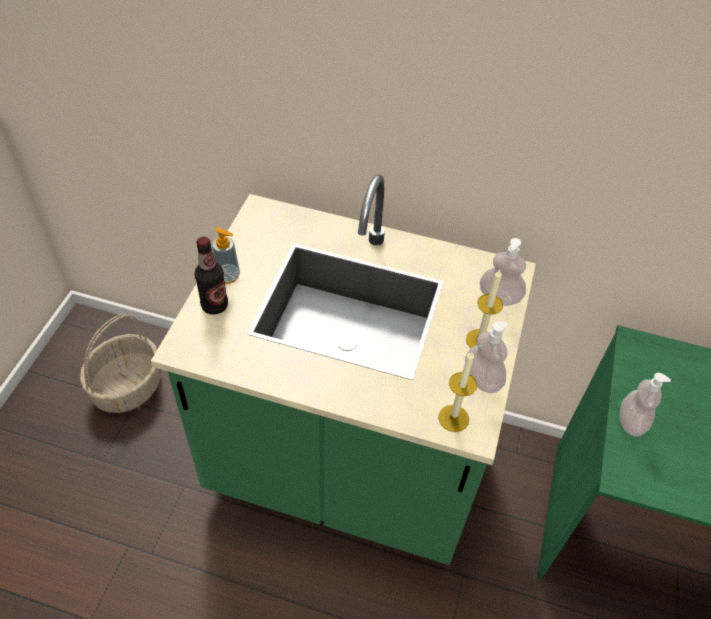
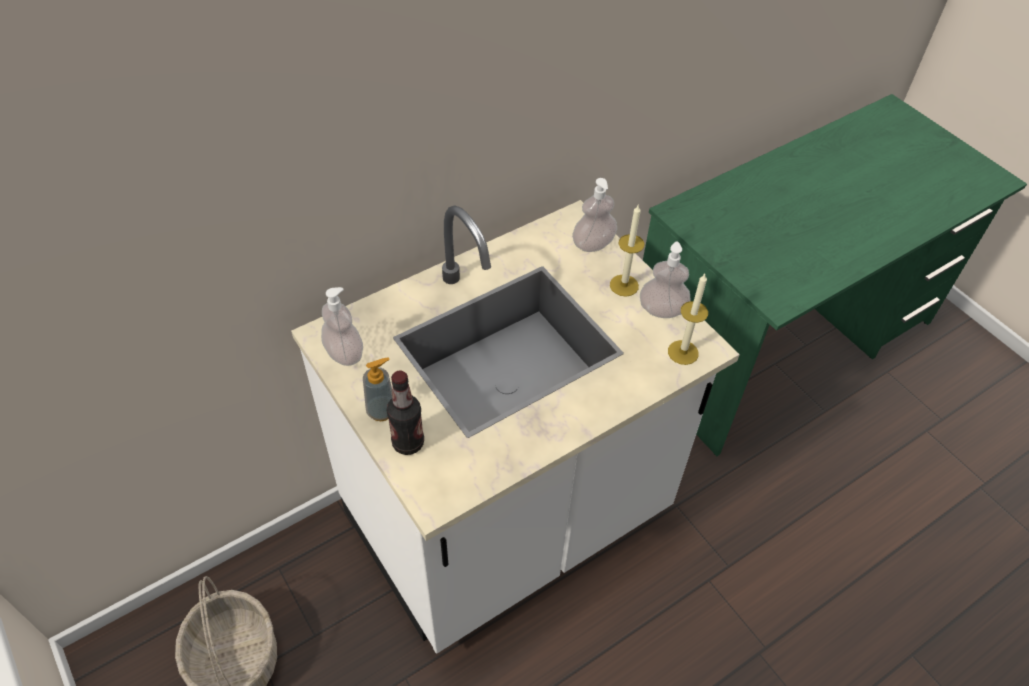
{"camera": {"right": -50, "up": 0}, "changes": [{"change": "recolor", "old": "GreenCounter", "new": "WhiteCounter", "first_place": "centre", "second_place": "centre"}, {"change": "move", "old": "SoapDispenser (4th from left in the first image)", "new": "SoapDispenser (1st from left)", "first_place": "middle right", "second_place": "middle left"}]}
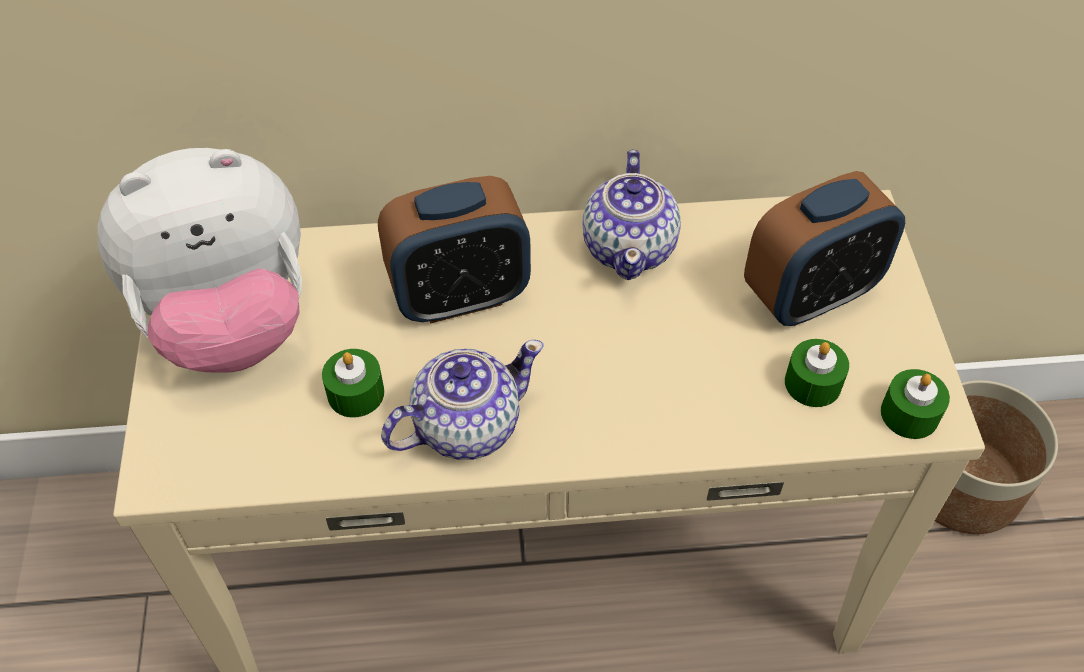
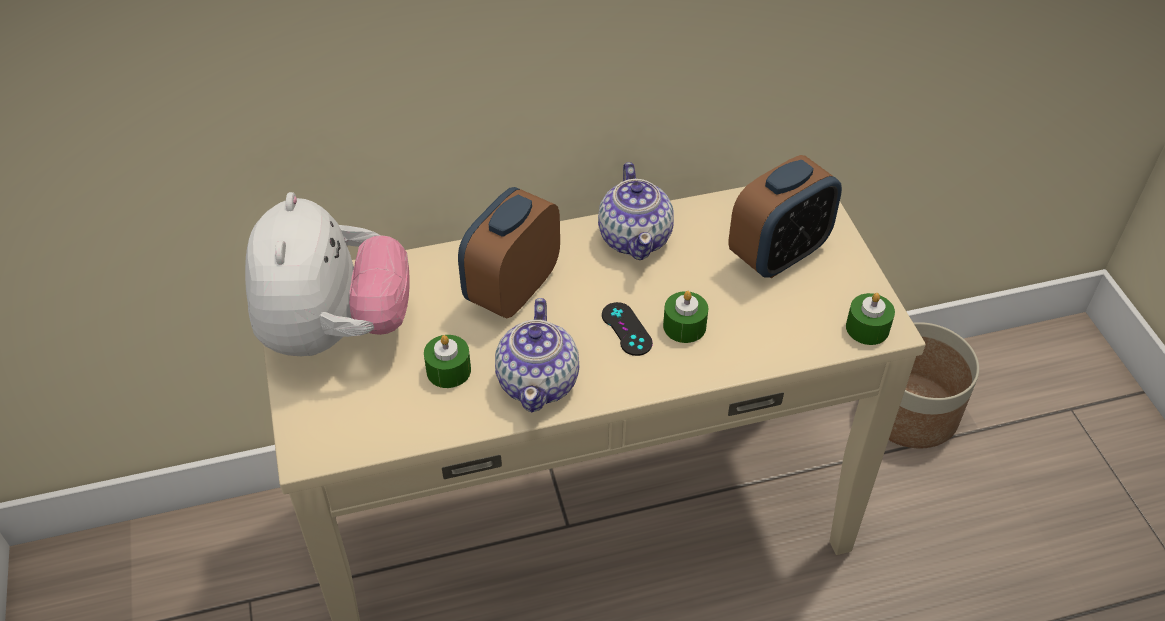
{"camera": {"right": -10, "up": -5}, "changes": [{"change": "rotate", "old": "PlushToy", "first_place": "middle left", "second_place": "middle left", "degrees": -60}, {"change": "rotate", "old": "AlarmClock (1st from left)", "first_place": "centre", "second_place": "centre", "degrees": 150}, {"change": "move", "old": "GreenCandle (2nd from left)", "first_place": "middle right", "second_place": "centre"}, {"change": "rotate", "old": "Teapot (1st from left)", "first_place": "centre", "second_place": "centre", "degrees": 135}, {"change": "insert", "new": "BlackGameController", "second_place": "centre"}]}
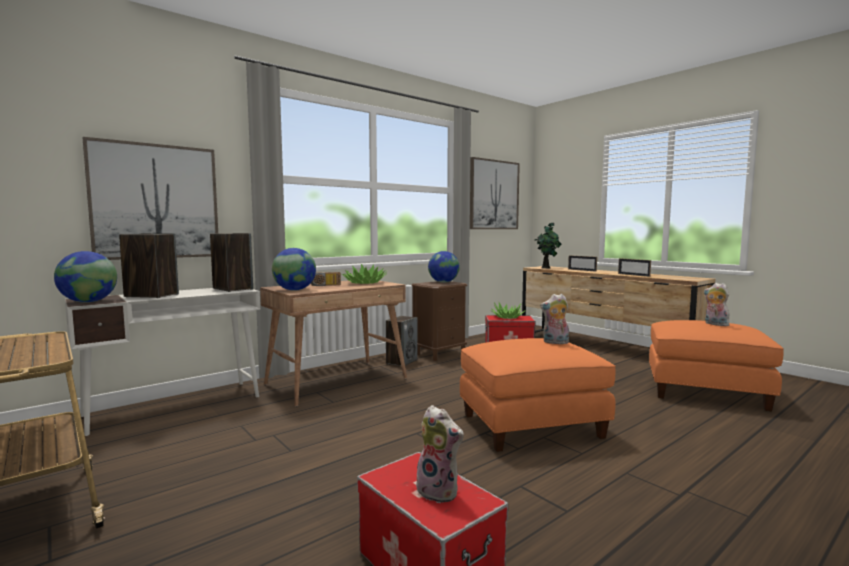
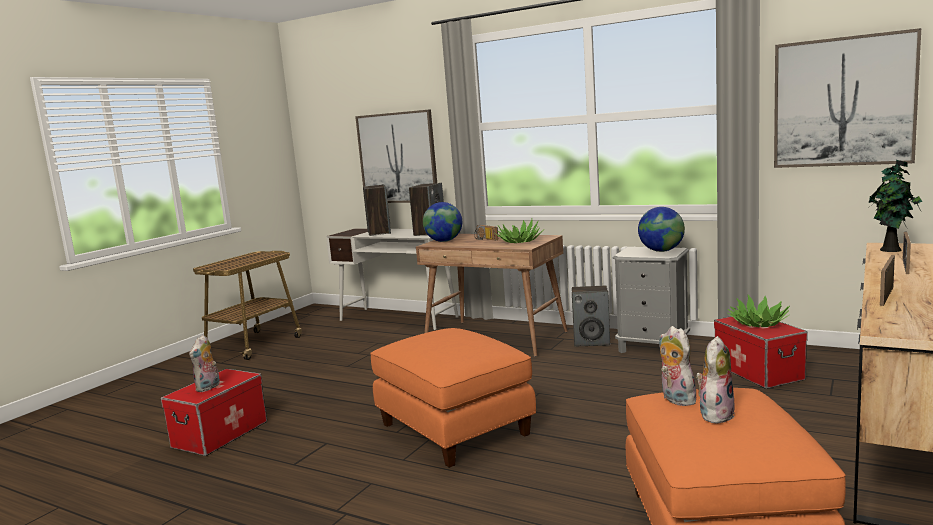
{"camera": {"right": 70, "up": 5}, "changes": [{"change": "delete", "old": "Globe (1st from left)", "first_place": "middle left"}, {"change": "recolor", "old": "BrownNightstand", "new": "GreyNightstand", "first_place": "centre", "second_place": "middle right"}, {"change": "move", "old": "PlushToy (2nd from left)", "first_place": "centre", "second_place": "bottom right"}]}
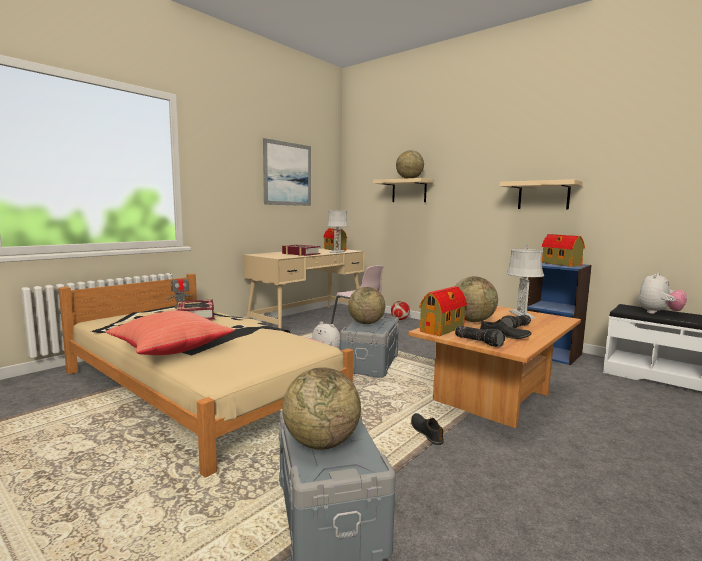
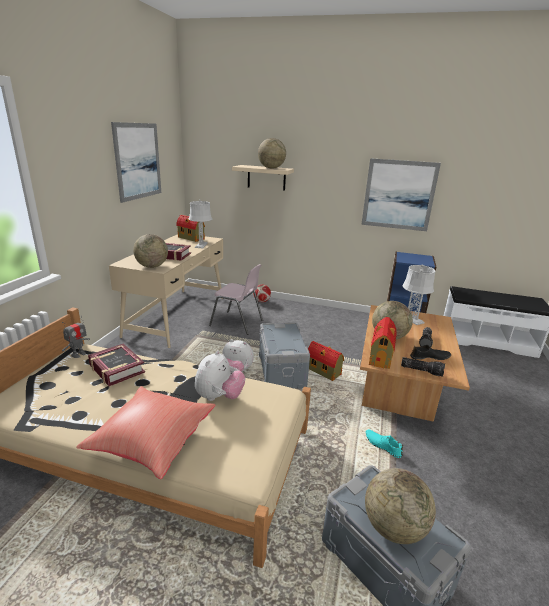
{"camera": {"right": -25, "up": 15}, "changes": [{"change": "replace", "old": "BeigeShelf (2nd from left)", "new": "Picture (2nd from left)", "first_place": "middle right", "second_place": "top right"}, {"change": "move", "old": "ToyHouse (3rd from left in the first image)", "new": "ToyHouse (2nd from left)", "first_place": "middle right", "second_place": "centre"}, {"change": "move", "old": "PlushToy (2nd from left in the first image)", "new": "PlushToy (1st from left)", "first_place": "middle right", "second_place": "centre"}, {"change": "move", "old": "Globe (2nd from left in the first image)", "new": "Globe (1st from left)", "first_place": "centre", "second_place": "middle left"}, {"change": "recolor", "old": "BlackShoe (1st from left)", "new": "TurquoiseShoe", "first_place": "bottom centre", "second_place": "bottom right"}]}
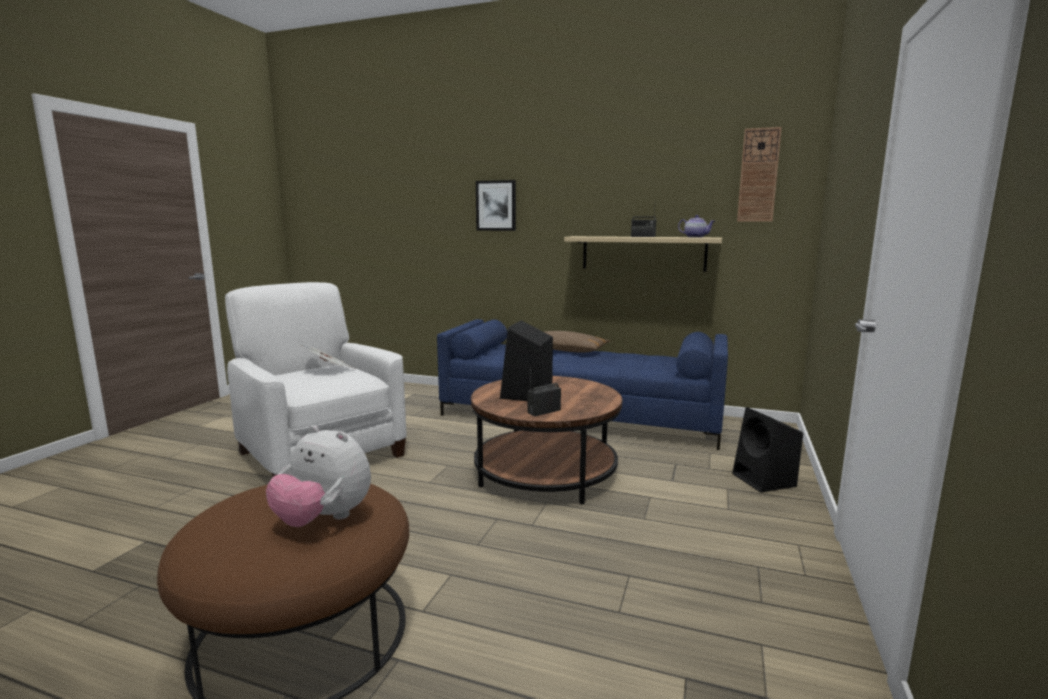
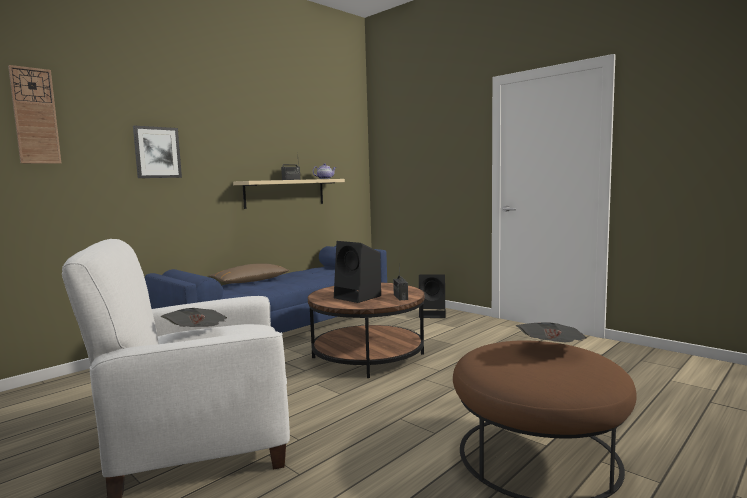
{"camera": {"right": -65, "up": -5}, "changes": [{"change": "move", "old": "WallClock", "first_place": "top right", "second_place": "top left"}, {"change": "replace", "old": "PlushToy", "new": "Newspaper (2nd from left)", "first_place": "bottom left", "second_place": "bottom right"}]}
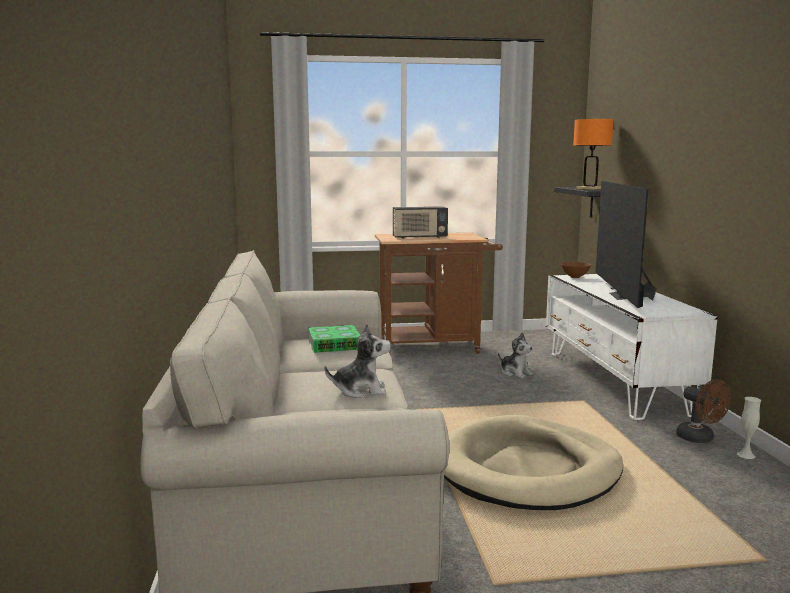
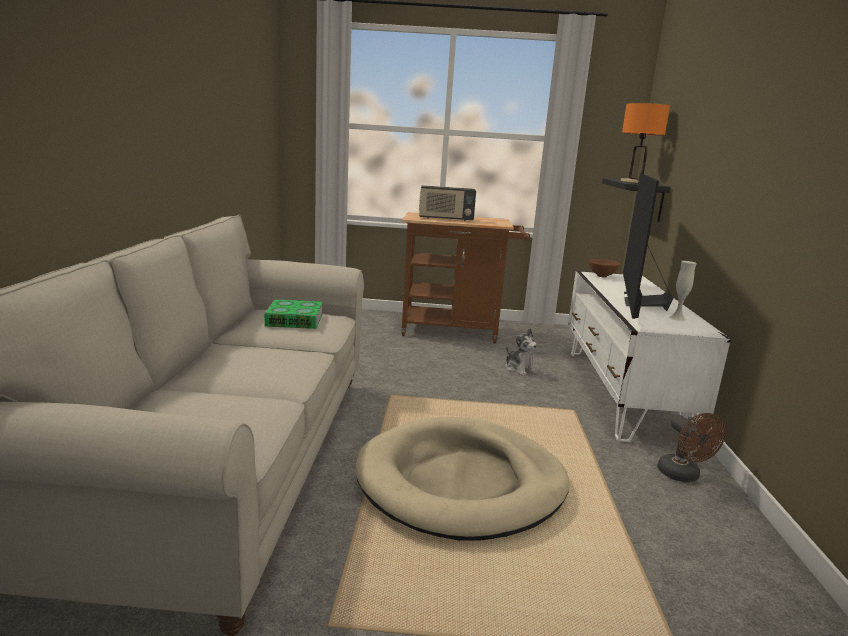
{"camera": {"right": 10, "up": 5}, "changes": [{"change": "delete", "old": "PlushToy (1st from left)", "first_place": "centre"}, {"change": "move", "old": "WhiteVase", "first_place": "bottom right", "second_place": "middle right"}]}
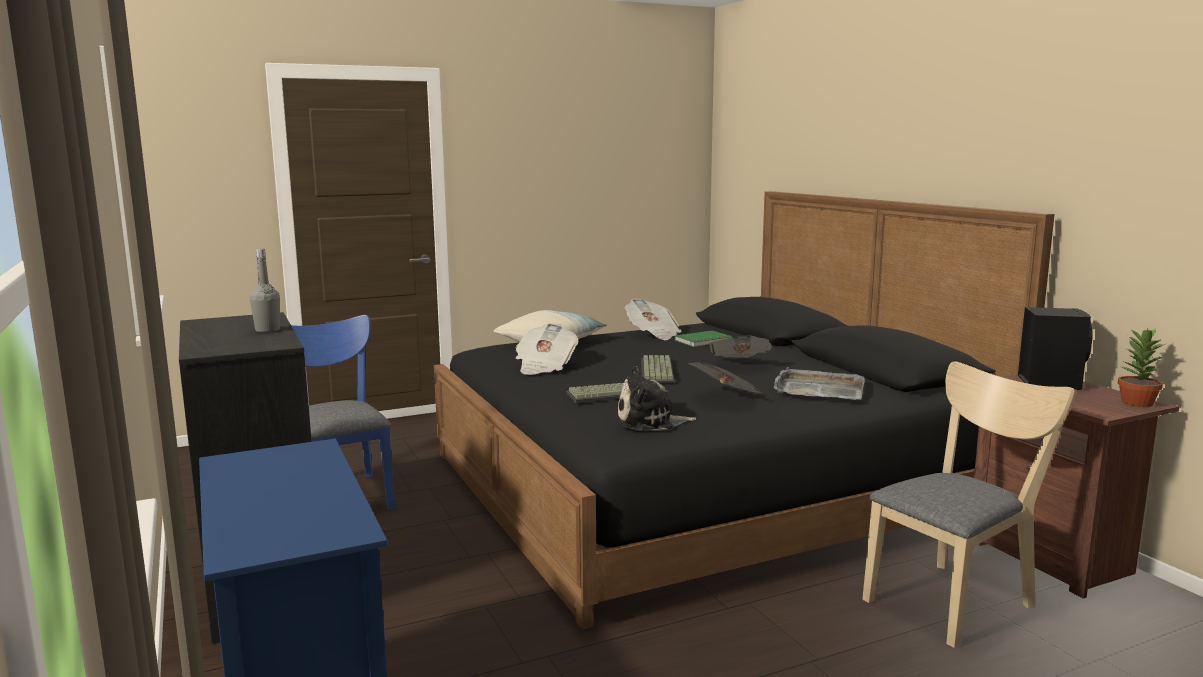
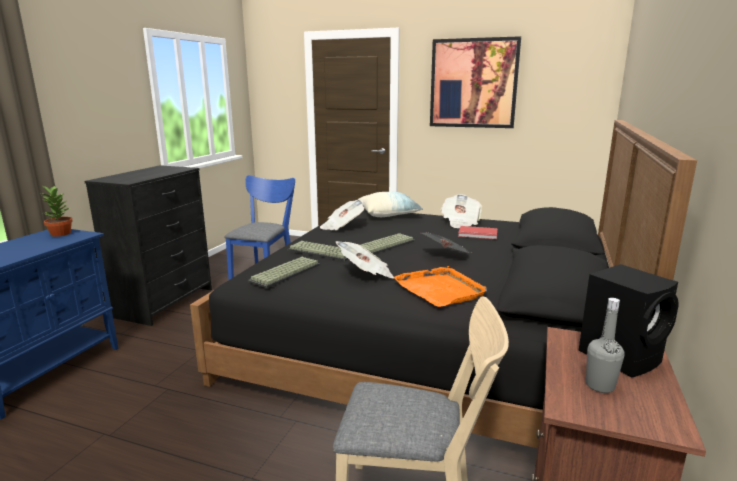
{"camera": {"right": 45, "up": 5}, "changes": [{"change": "move", "old": "GreyBottle", "first_place": "middle left", "second_place": "bottom right"}, {"change": "move", "old": "PottedPlant", "first_place": "middle right", "second_place": "middle left"}, {"change": "recolor", "old": "GreenBook", "new": "RedBook", "first_place": "centre", "second_place": "centre"}, {"change": "replace", "old": "PlushToy", "new": "Keyboard (1st from left)", "first_place": "centre", "second_place": "centre"}, {"change": "recolor", "old": "GreyTray", "new": "OrangeTray", "first_place": "middle right", "second_place": "centre"}, {"change": "insert", "new": "Picture", "second_place": "top centre"}]}
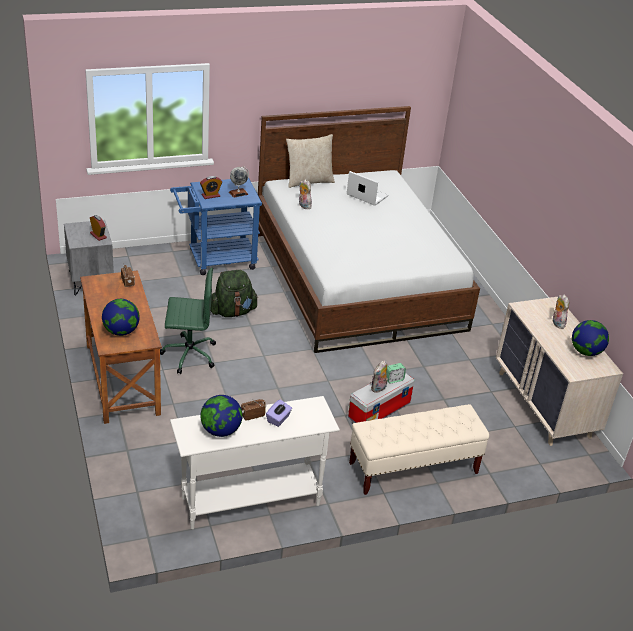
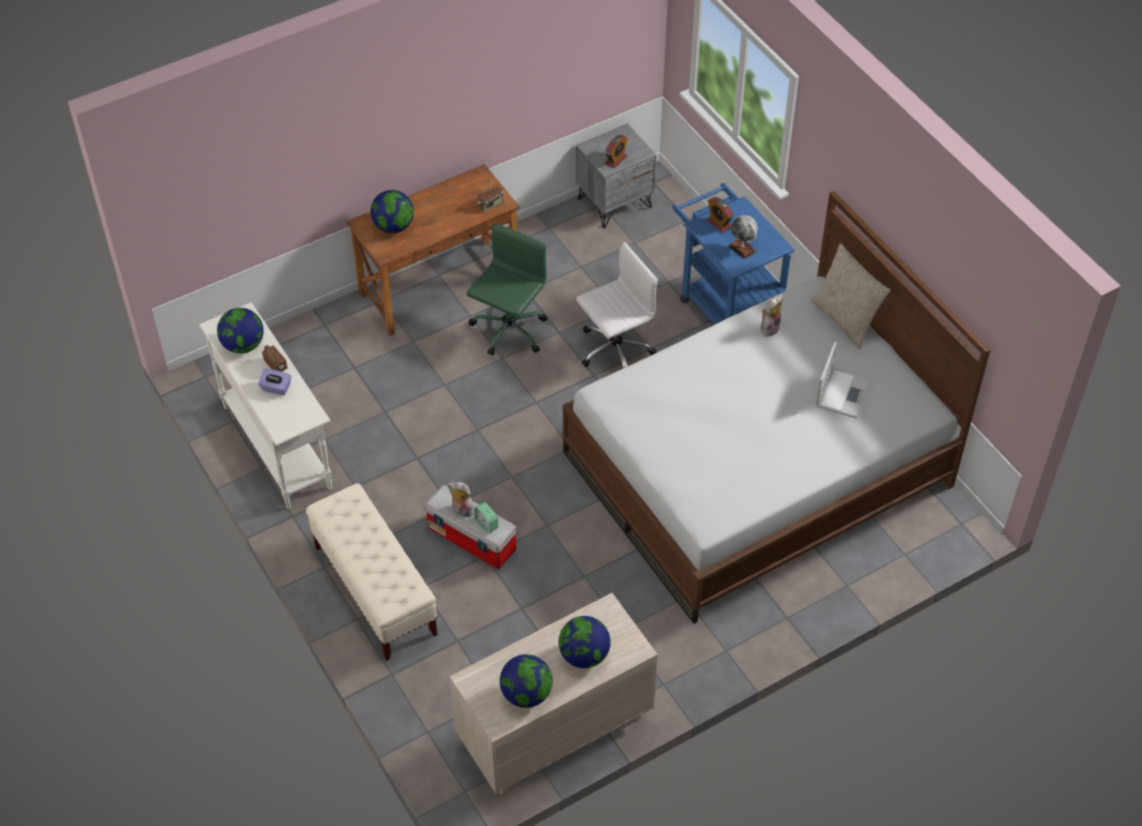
{"camera": {"right": 80, "up": 15}, "changes": [{"change": "rotate", "old": "GreenOfficeChair", "first_place": "middle left", "second_place": "centre", "degrees": -135}, {"change": "replace", "old": "GreenBackpack", "new": "WhiteOfficeChair", "first_place": "centre", "second_place": "centre"}, {"change": "replace", "old": "PlushToy (3rd from left)", "new": "Globe (4th from left)", "first_place": "middle right", "second_place": "bottom centre"}]}
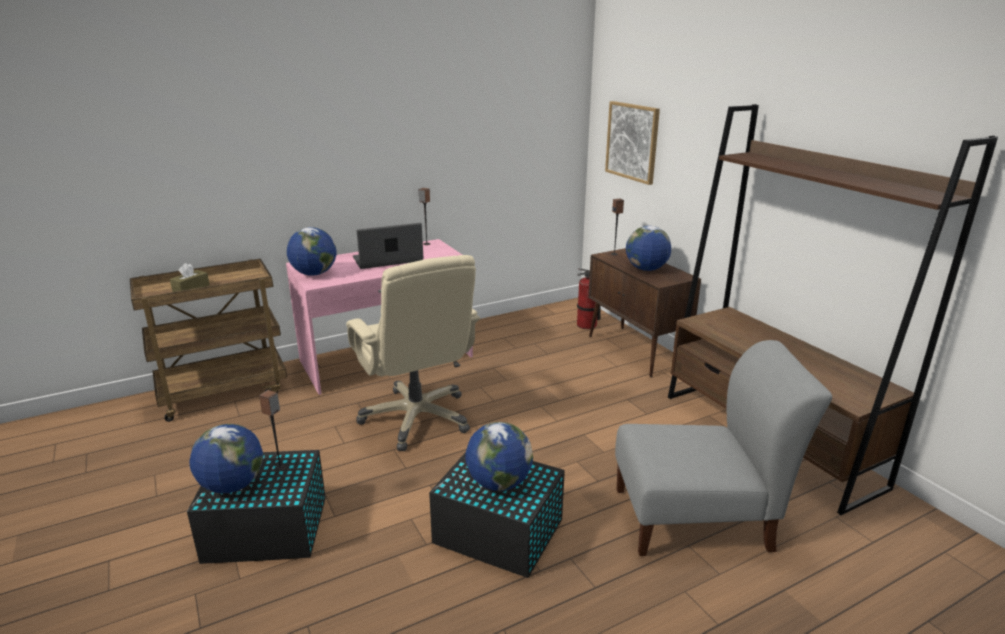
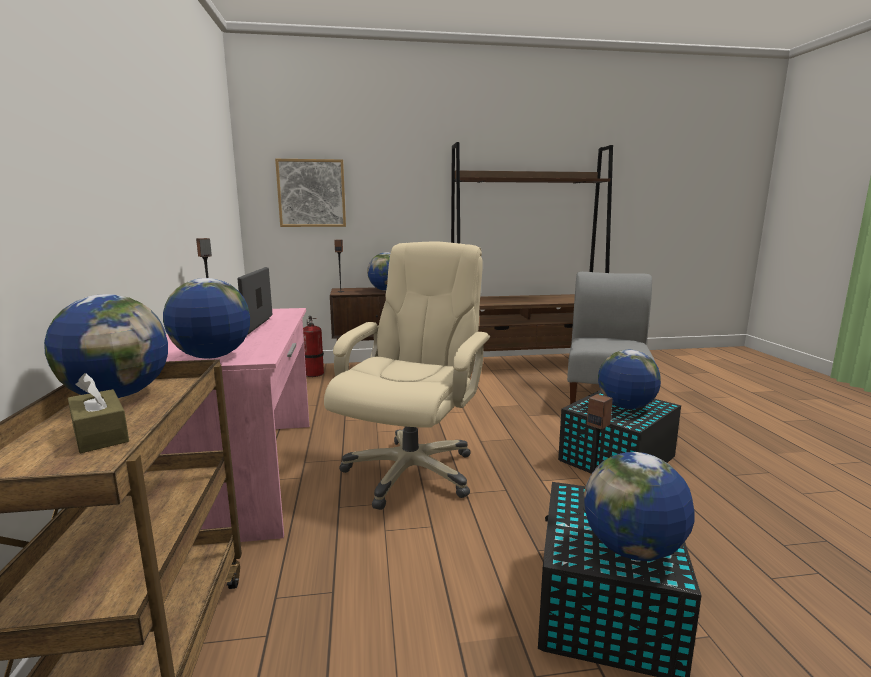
{"camera": {"right": -70, "up": -10}, "changes": [{"change": "rotate", "old": "BeigeOfficeChair", "first_place": "centre", "second_place": "centre", "degrees": -60}, {"change": "insert", "new": "Globe (1st from left)", "second_place": "middle left"}]}
